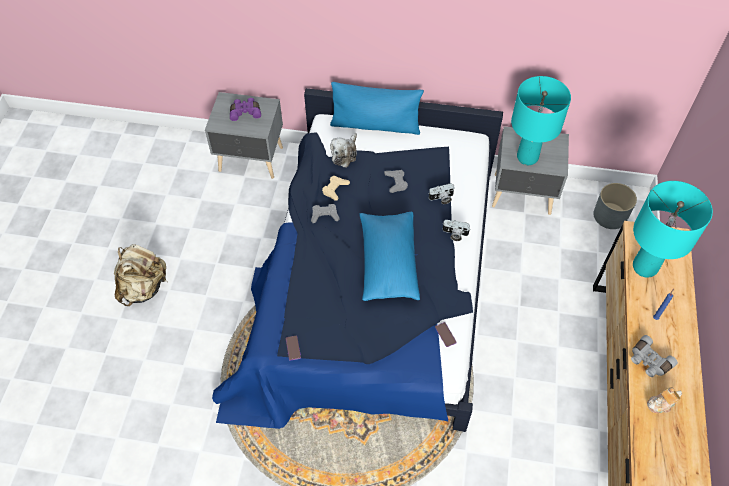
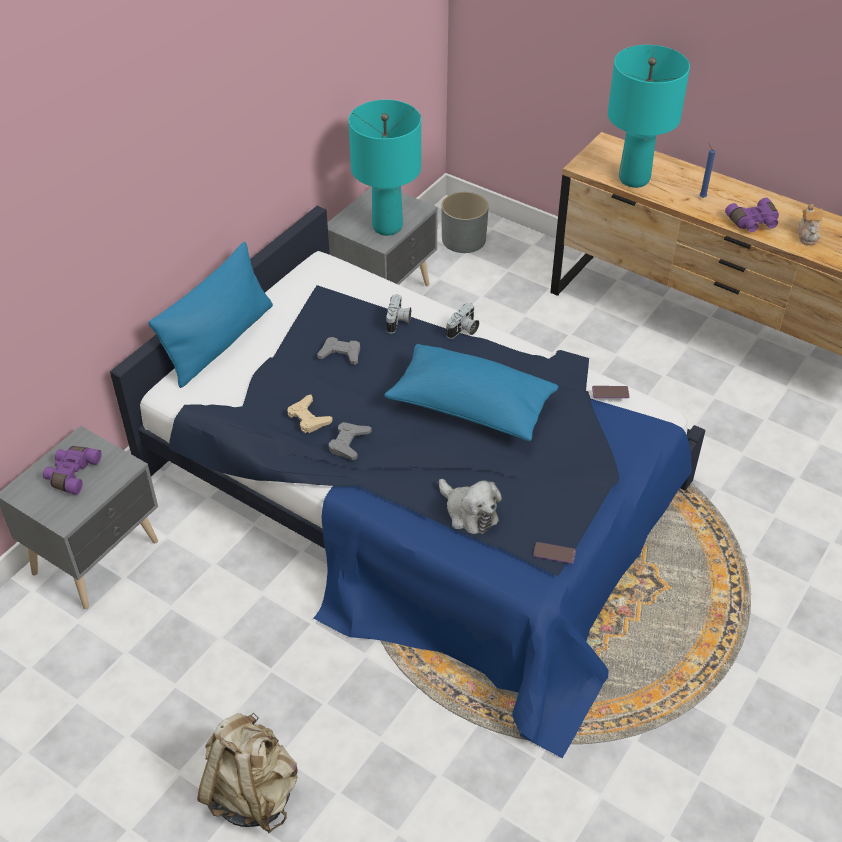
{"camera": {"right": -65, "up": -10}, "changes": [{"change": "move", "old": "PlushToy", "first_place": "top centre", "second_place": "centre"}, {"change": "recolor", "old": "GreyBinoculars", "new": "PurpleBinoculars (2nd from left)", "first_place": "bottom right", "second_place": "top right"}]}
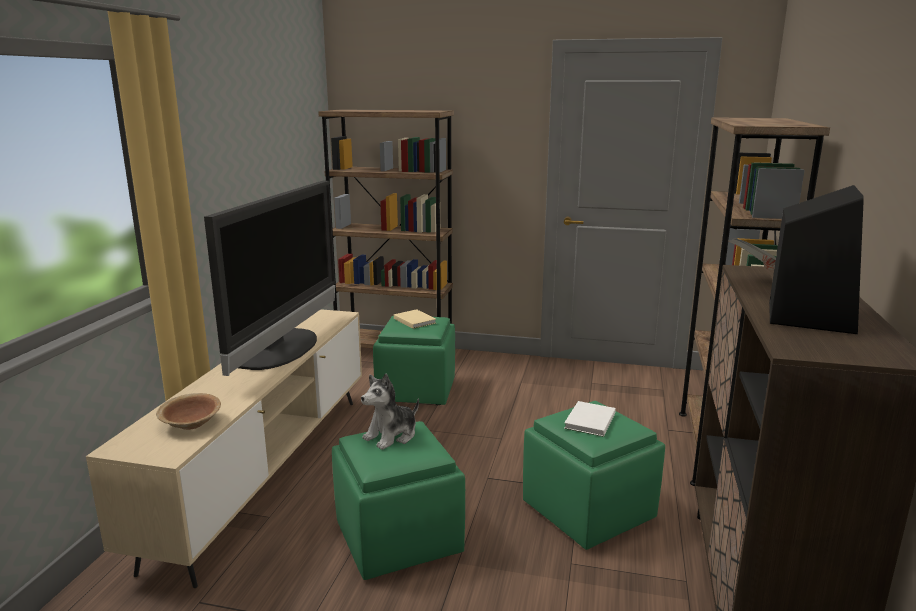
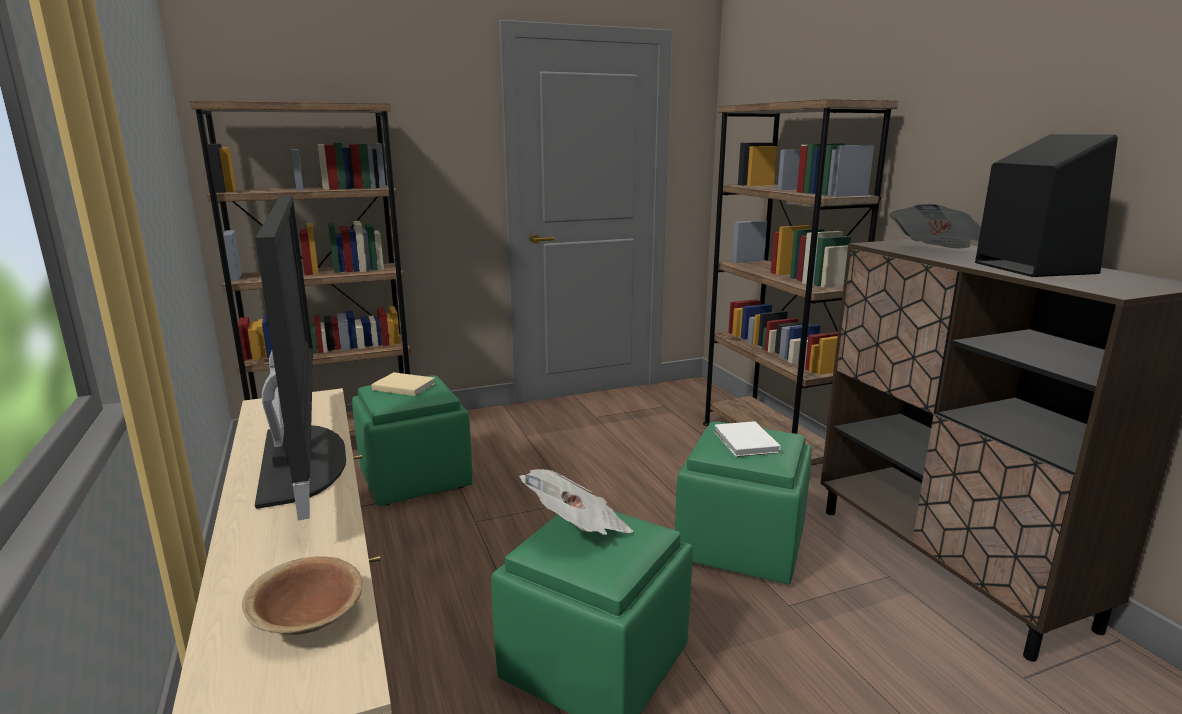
{"camera": {"right": -35, "up": 0}, "changes": [{"change": "replace", "old": "PlushToy", "new": "Newspaper (1st from left)", "first_place": "bottom centre", "second_place": "bottom centre"}]}
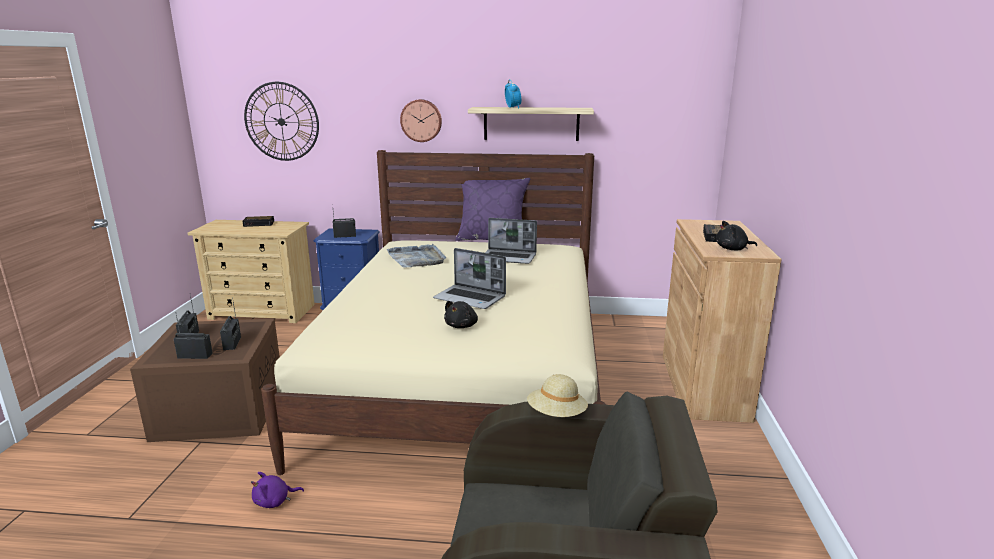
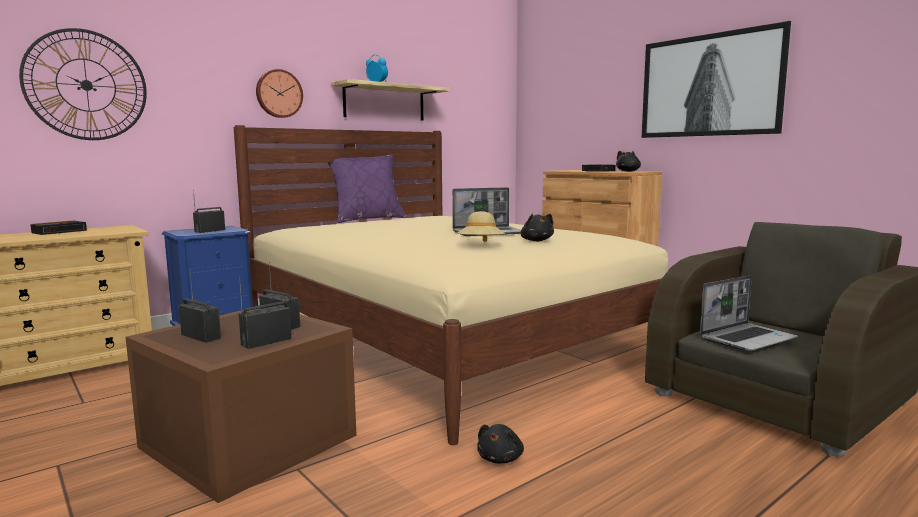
{"camera": {"right": -45, "up": -10}, "changes": [{"change": "move", "old": "Laptop (2nd from left)", "first_place": "centre", "second_place": "middle right"}, {"change": "delete", "old": "GreyTray", "first_place": "centre"}, {"change": "move", "old": "BeigeHat", "first_place": "bottom centre", "second_place": "centre"}, {"change": "recolor", "old": "PurplePlushToy", "new": "BlackPlushToy (1st from left)", "first_place": "bottom left", "second_place": "bottom centre"}, {"change": "insert", "new": "Picture", "second_place": "top right"}]}
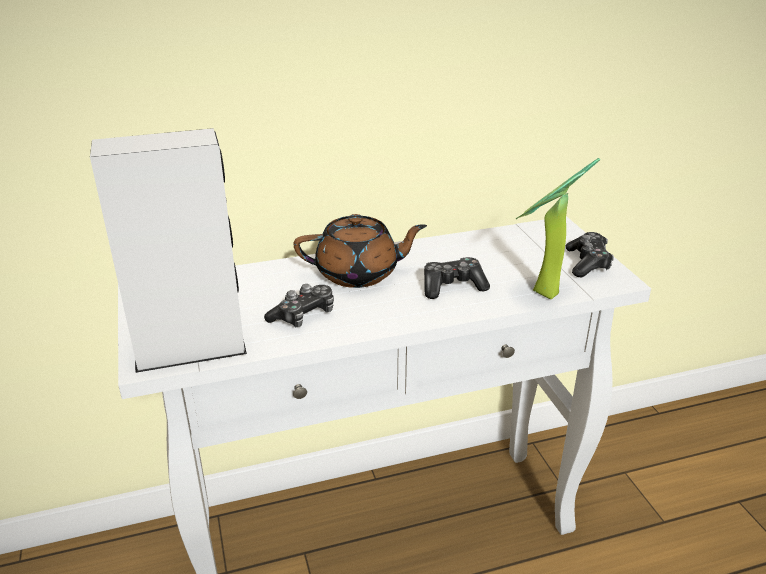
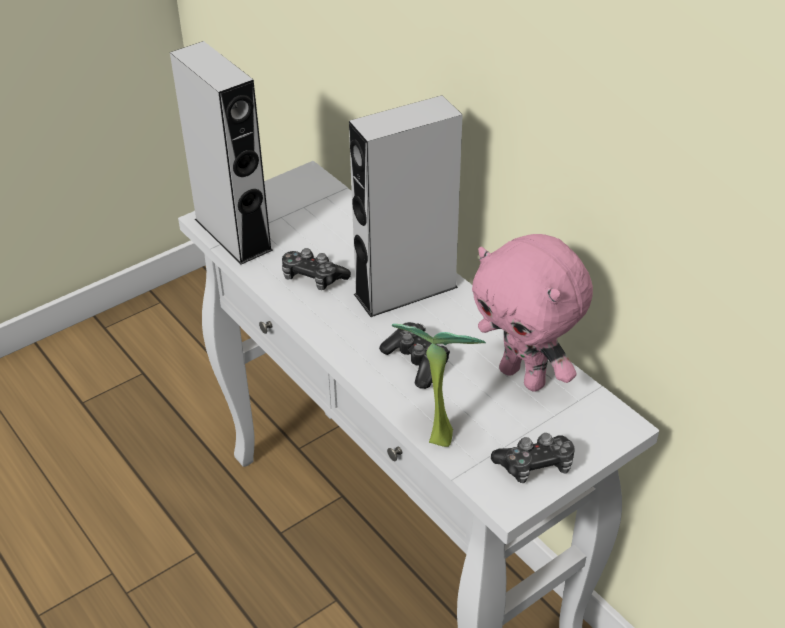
{"camera": {"right": 70, "up": 10}, "changes": [{"change": "replace", "old": "BrownTeapot", "new": "GreySpeaker (2nd from left)", "first_place": "centre", "second_place": "top centre"}, {"change": "insert", "new": "PinkPlushToy", "second_place": "middle right"}]}
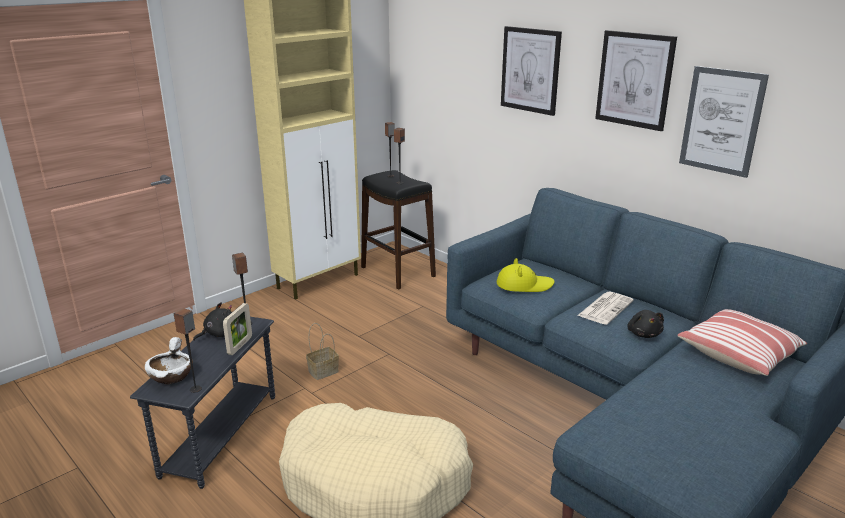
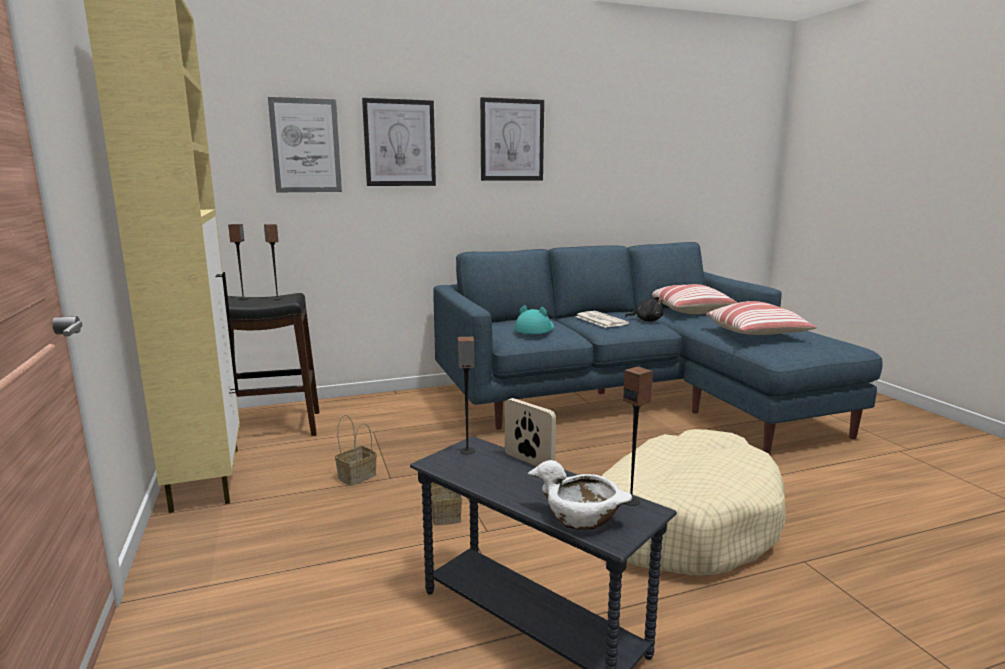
{"camera": {"right": -65, "up": -10}, "changes": [{"change": "move", "old": "Picture (3rd from left in the first image)", "new": "Picture (1st from left)", "first_place": "top right", "second_place": "top left"}, {"change": "recolor", "old": "YellowHat", "new": "TurquoiseHat", "first_place": "centre", "second_place": "centre"}, {"change": "delete", "old": "BlackPlushToy (1st from left)", "first_place": "middle left"}, {"change": "insert", "new": "Pillow (2nd from left)", "second_place": "middle right"}, {"change": "insert", "new": "Basket (1st from left)", "second_place": "bottom centre"}]}
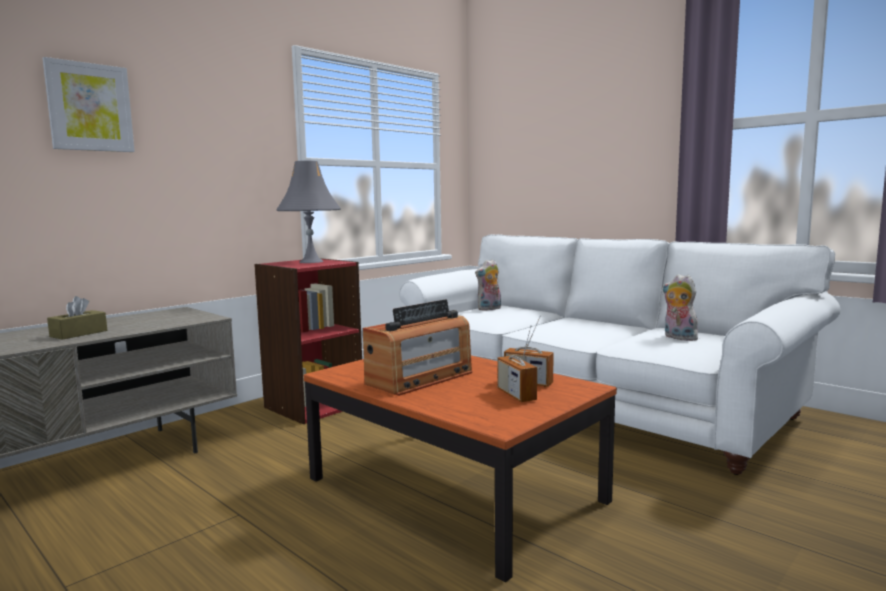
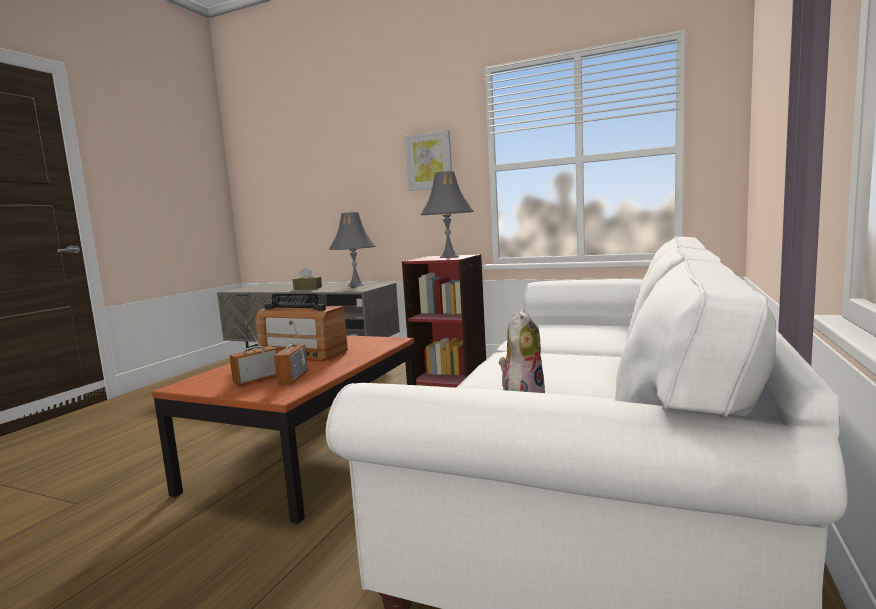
{"camera": {"right": 70, "up": 0}, "changes": [{"change": "move", "old": "Picture", "first_place": "top left", "second_place": "top centre"}, {"change": "delete", "old": "PlushToy (1st from left)", "first_place": "centre"}, {"change": "insert", "new": "GreyTableLamp (1st from left)", "second_place": "centre"}]}
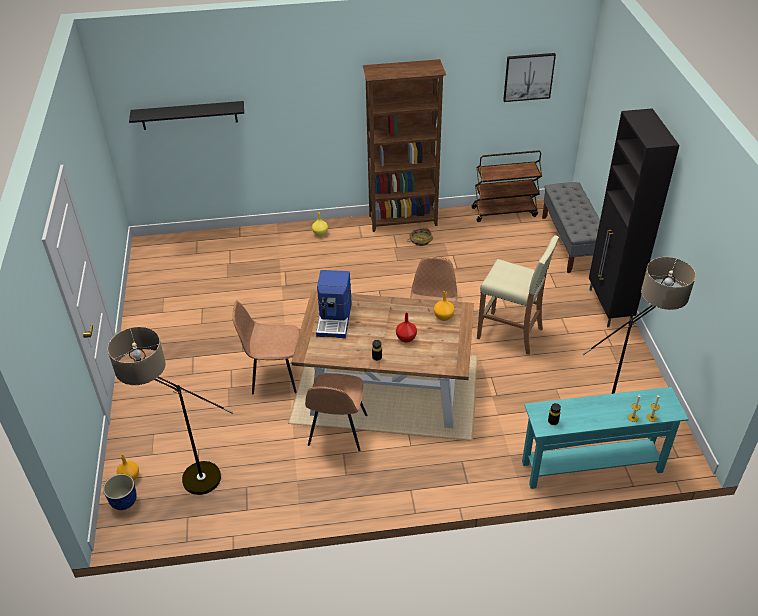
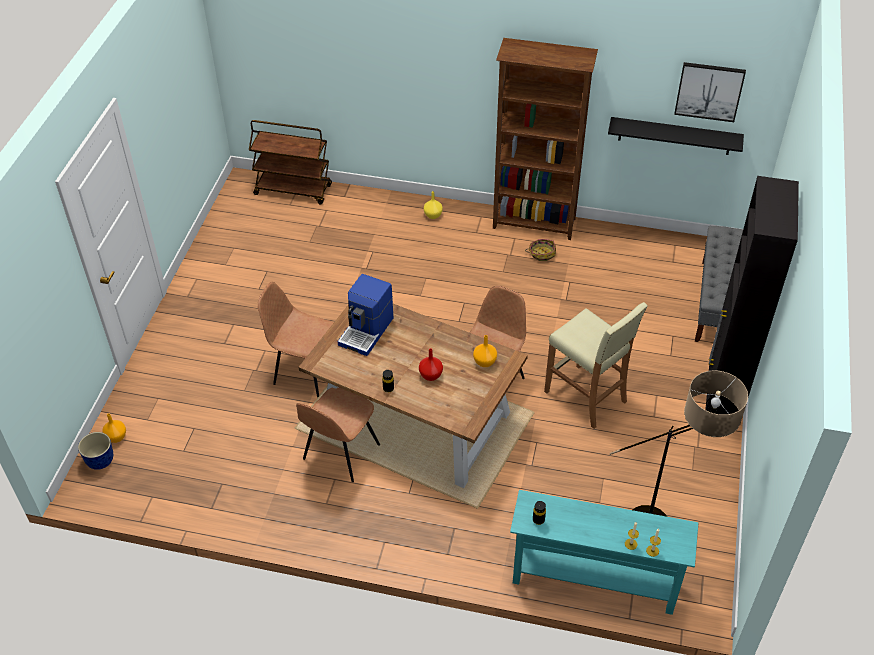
{"camera": {"right": 20, "up": 5}, "changes": [{"change": "move", "old": "BlackShelf", "first_place": "top left", "second_place": "top right"}, {"change": "move", "old": "BrownCart", "first_place": "top right", "second_place": "top left"}, {"change": "delete", "old": "FloorLamp (1st from left)", "first_place": "bottom left"}]}
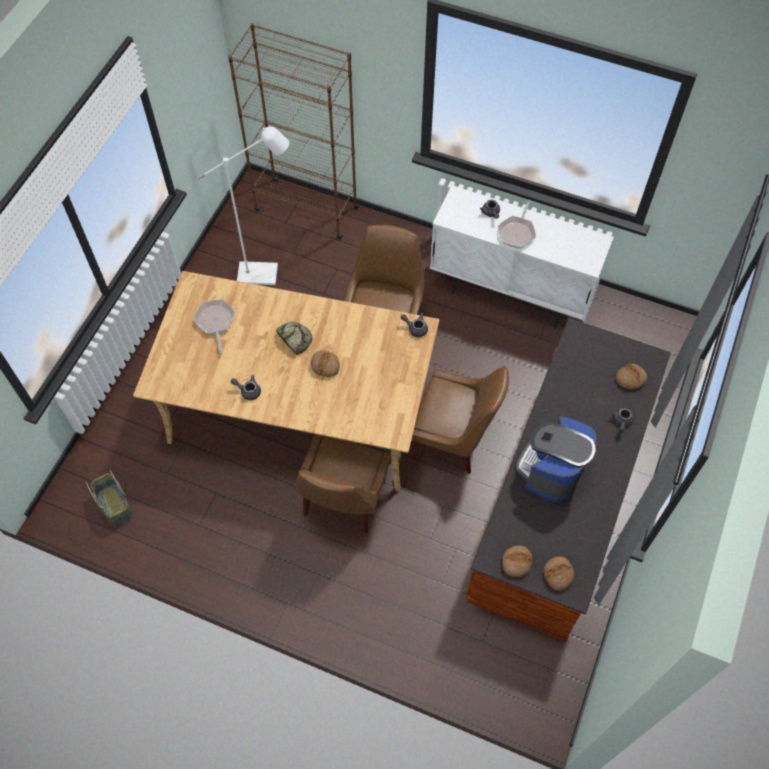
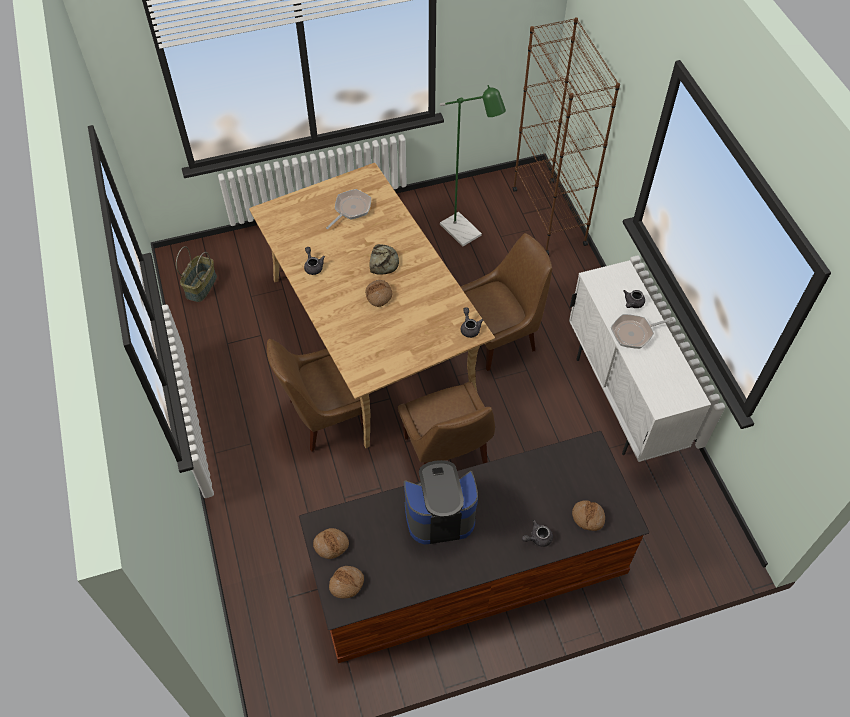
{"camera": {"right": 50, "up": -5}, "changes": [{"change": "recolor", "old": "WhiteFloorLamp", "new": "GreenFloorLamp", "first_place": "top left", "second_place": "top centre"}]}
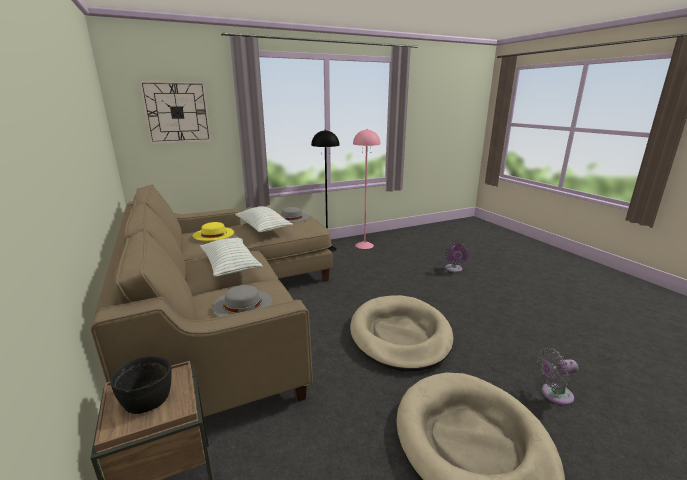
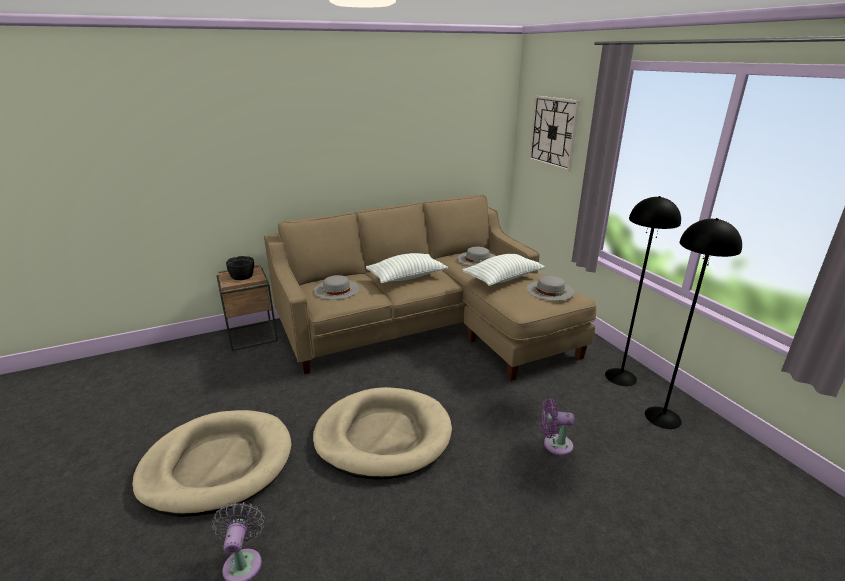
{"camera": {"right": 90, "up": 5}, "changes": [{"change": "recolor", "old": "PinkFloorLamp", "new": "BlackFloorLamp (2nd from left)", "first_place": "centre", "second_place": "middle right"}, {"change": "recolor", "old": "YellowHat", "new": "GreyHat (2nd from left)", "first_place": "middle left", "second_place": "centre"}, {"change": "move", "old": "PurpleFan", "first_place": "centre", "second_place": "bottom centre"}]}
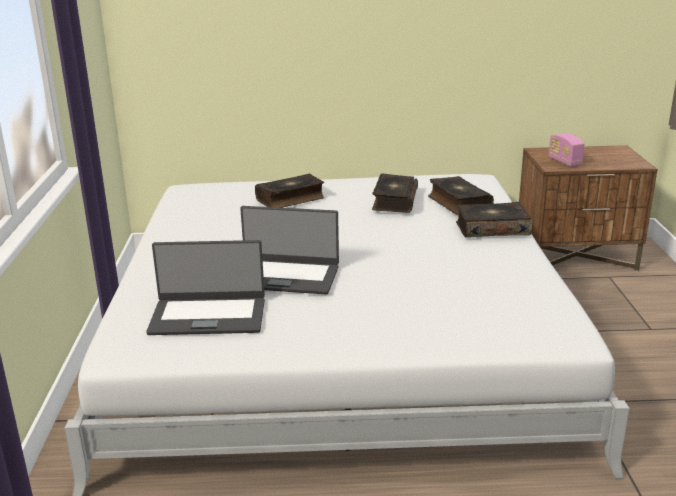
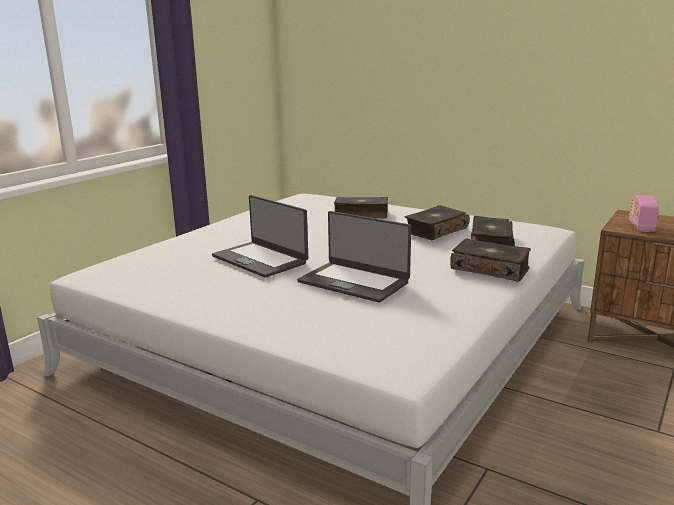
{"camera": {"right": 35, "up": -5}, "changes": [{"change": "move", "old": "Laptop (1st from left in the first image)", "new": "Laptop (2nd from left)", "first_place": "middle left", "second_place": "centre"}]}
